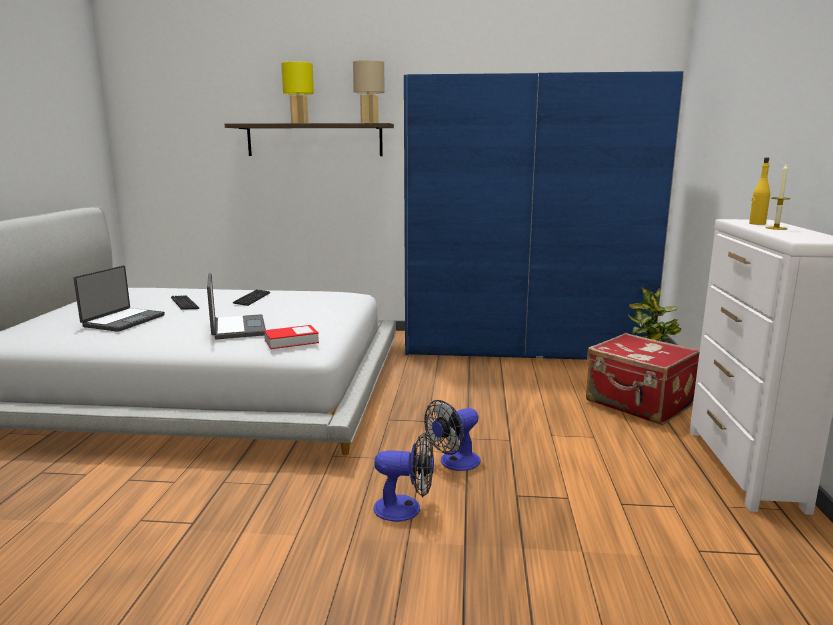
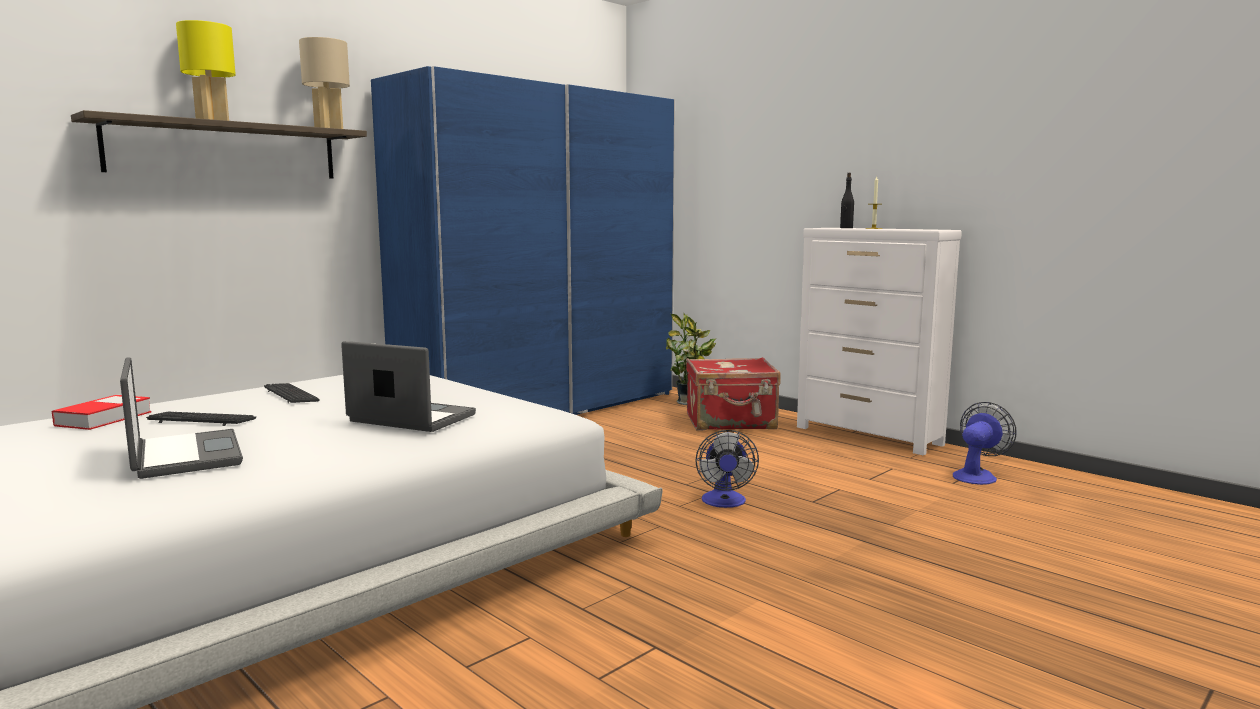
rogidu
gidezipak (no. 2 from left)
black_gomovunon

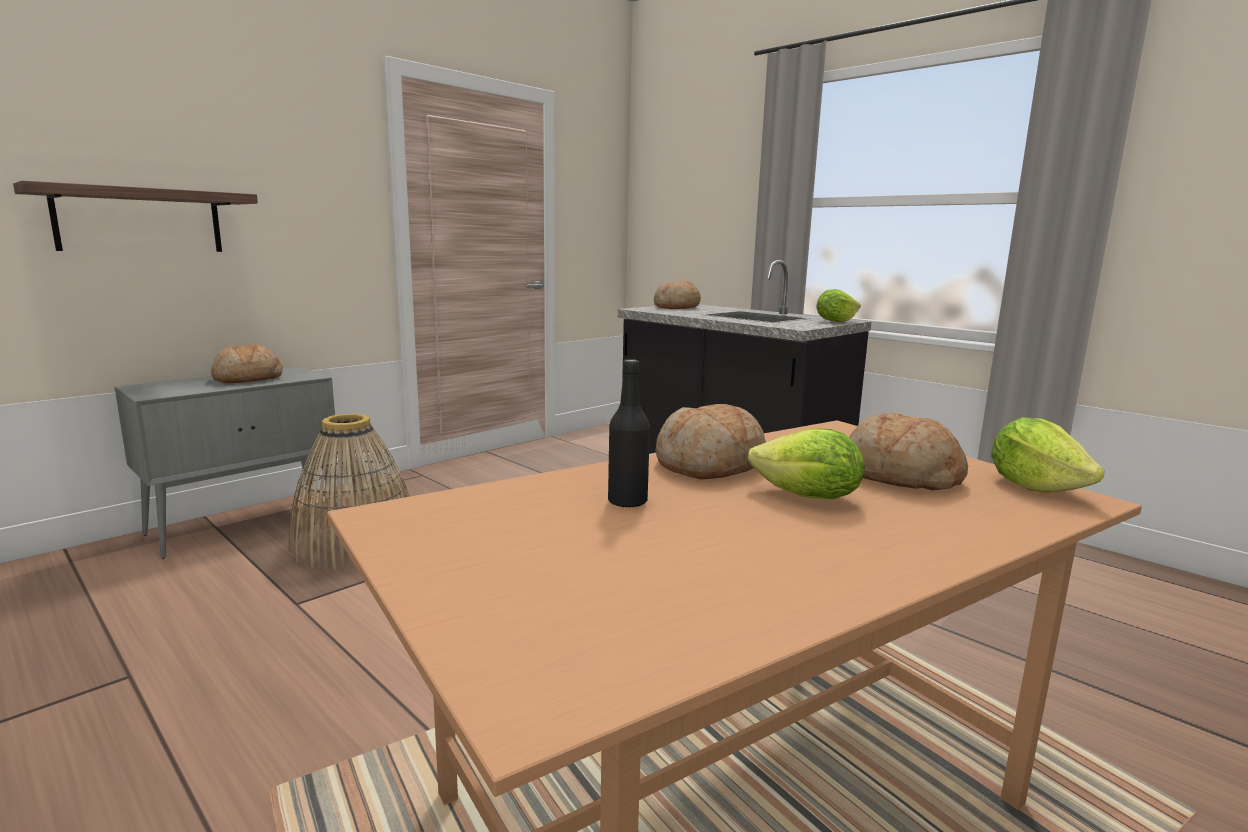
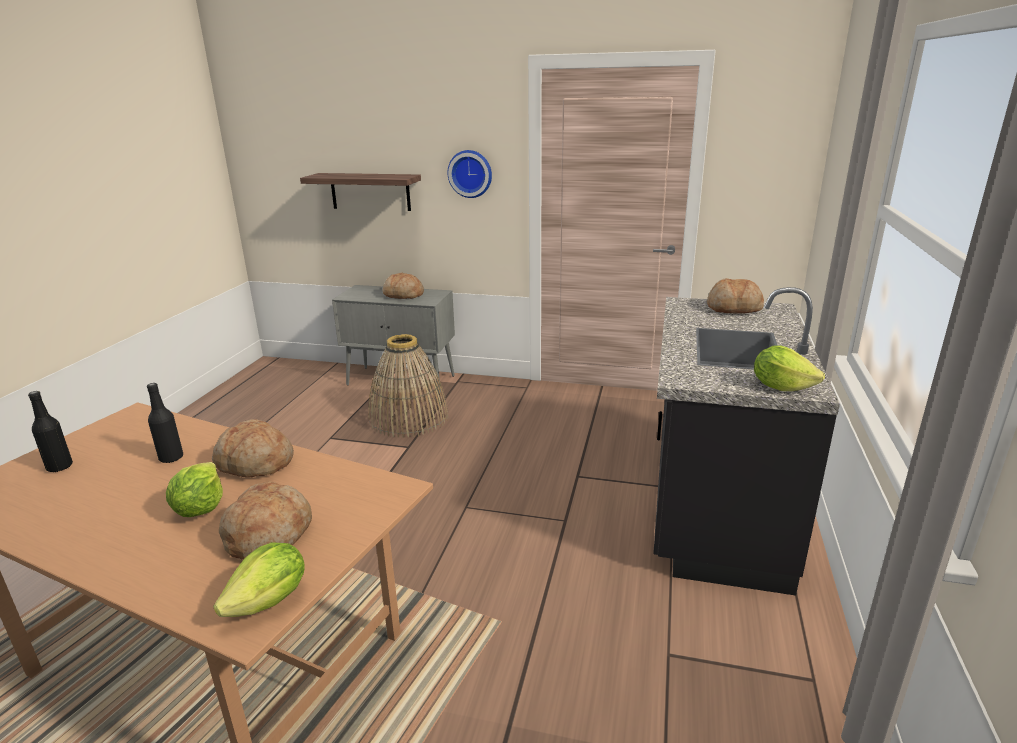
black_gomovunon (no. 1 from left)
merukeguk

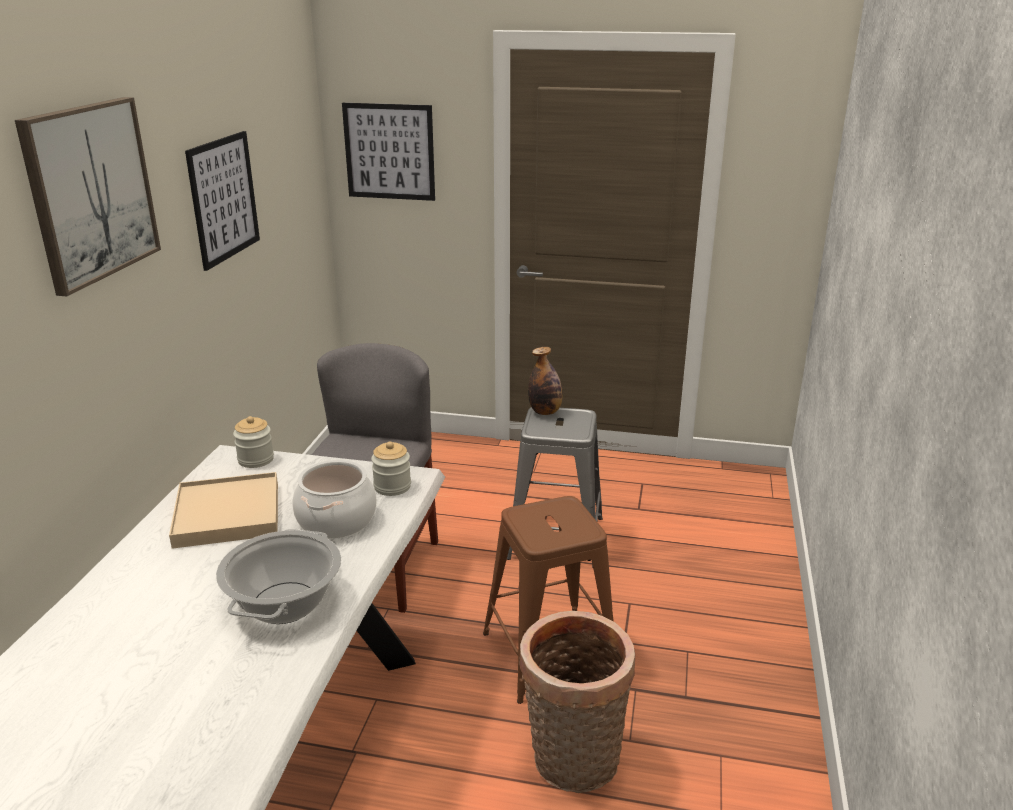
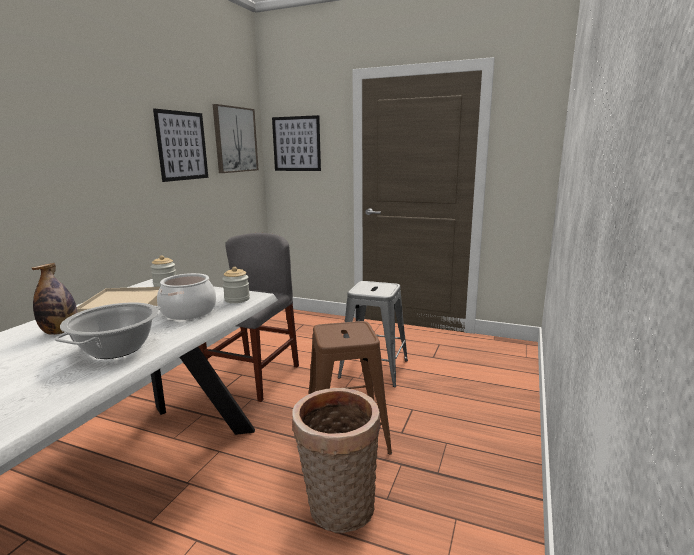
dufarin (no. 2 from left)
gomovunon

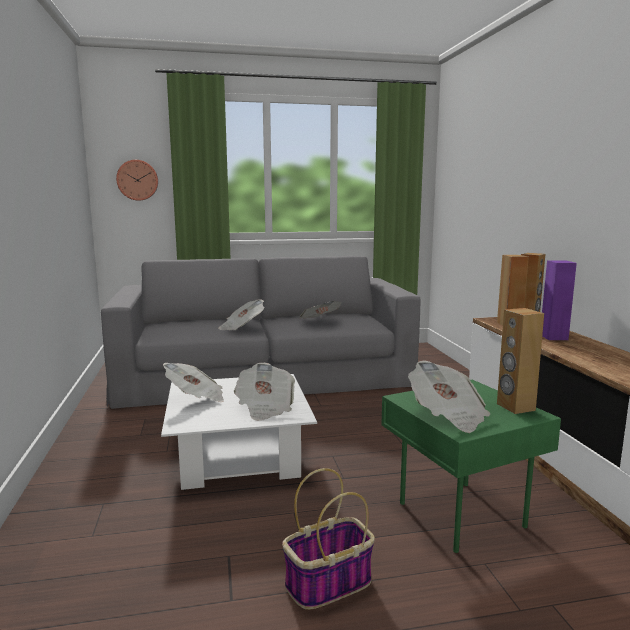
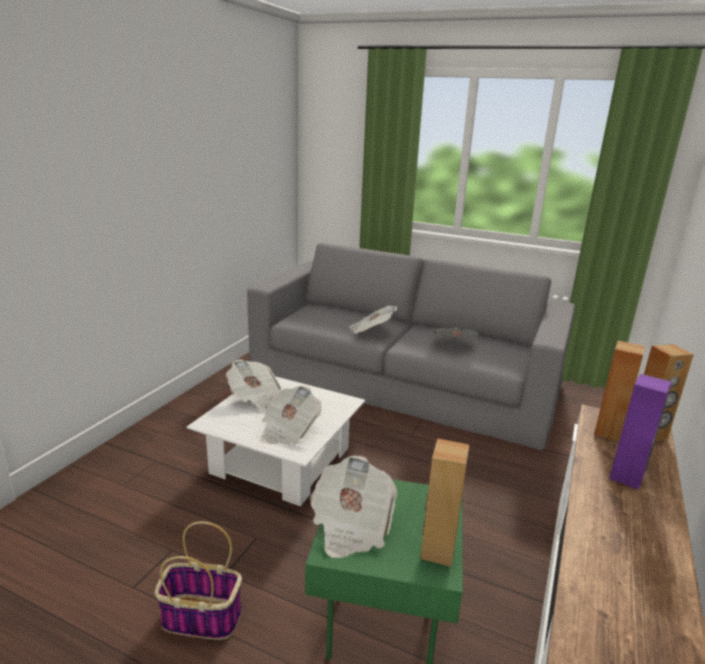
merukeguk

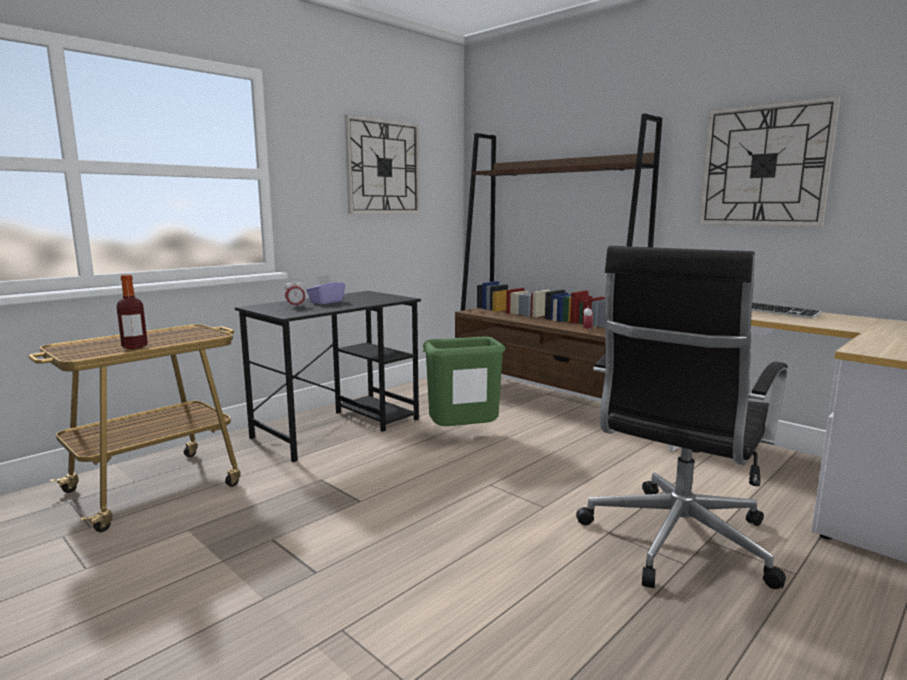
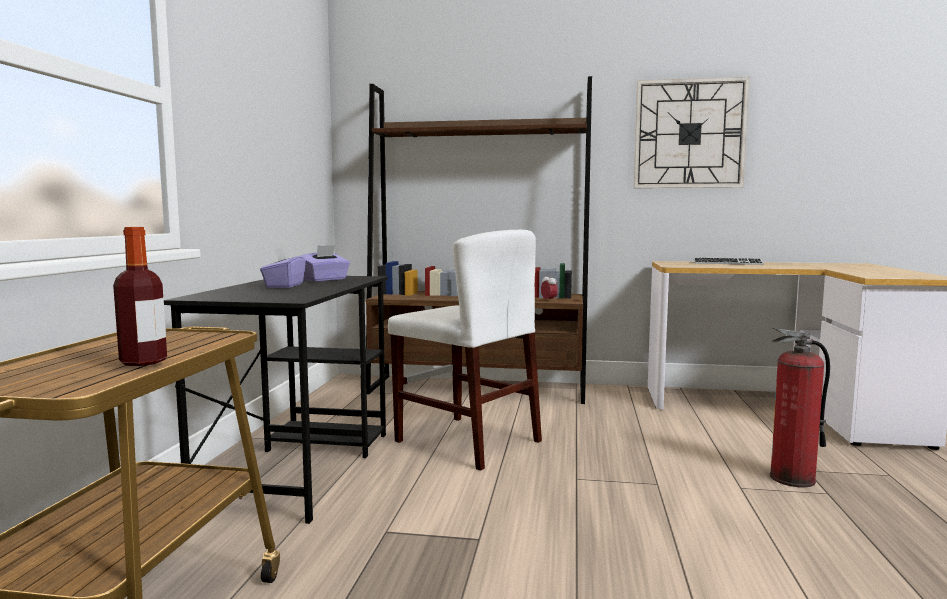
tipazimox (no. 1 from left in the first image)
merukeguk (no. 1 from left in the first image)
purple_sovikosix (no. 2 from left)
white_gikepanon
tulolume

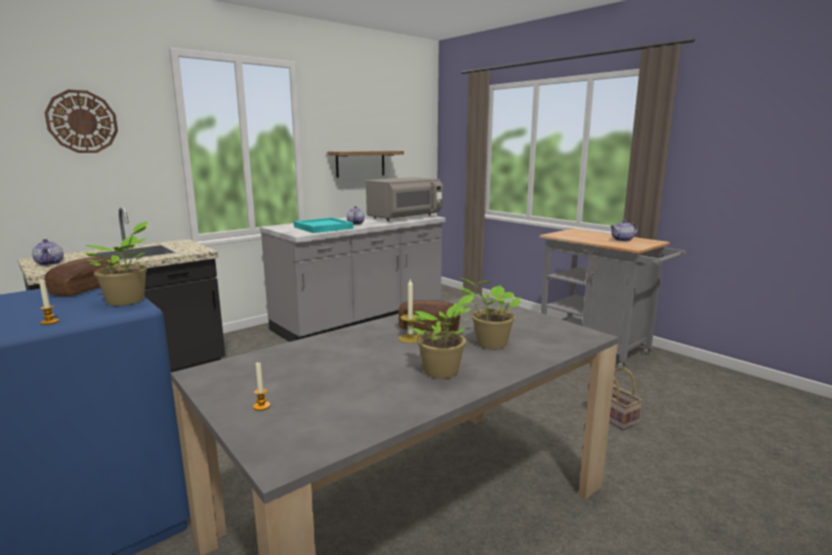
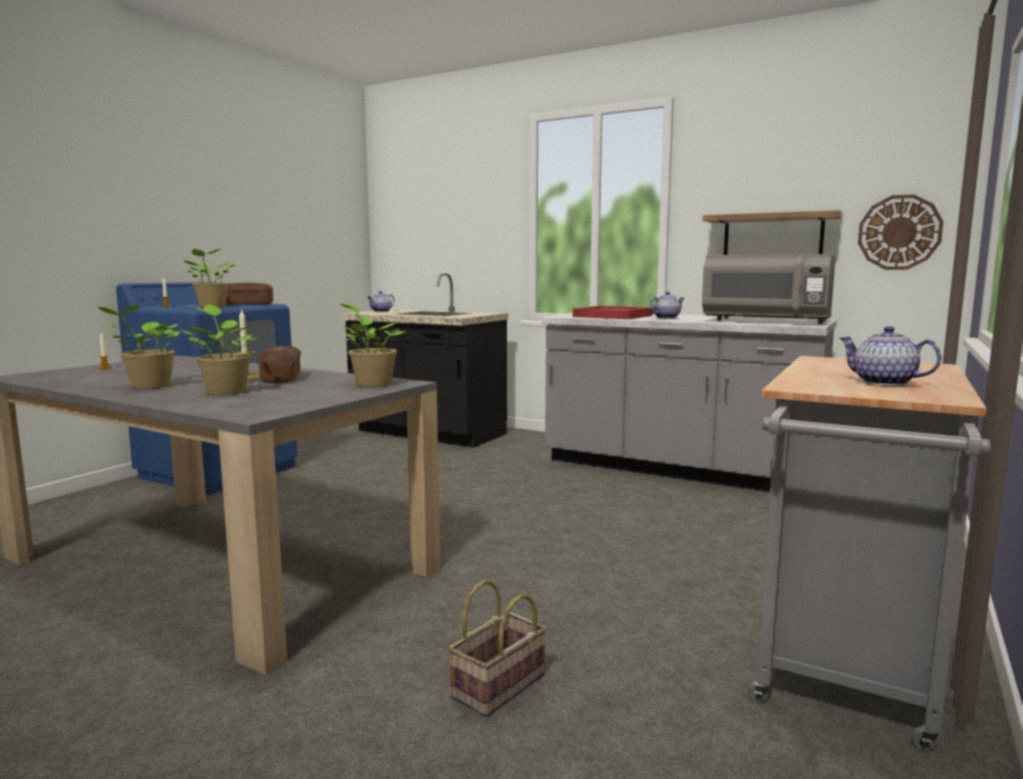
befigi (no. 4 from left)
merukeguk
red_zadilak

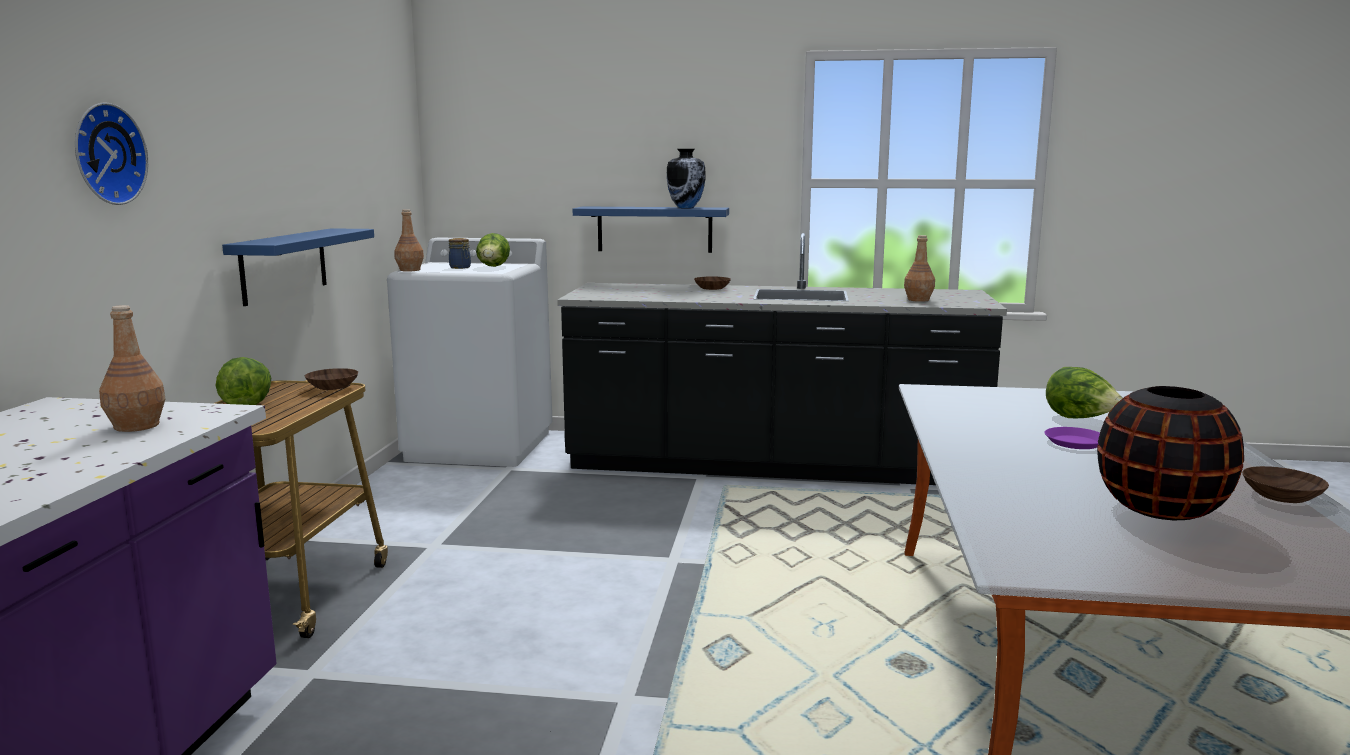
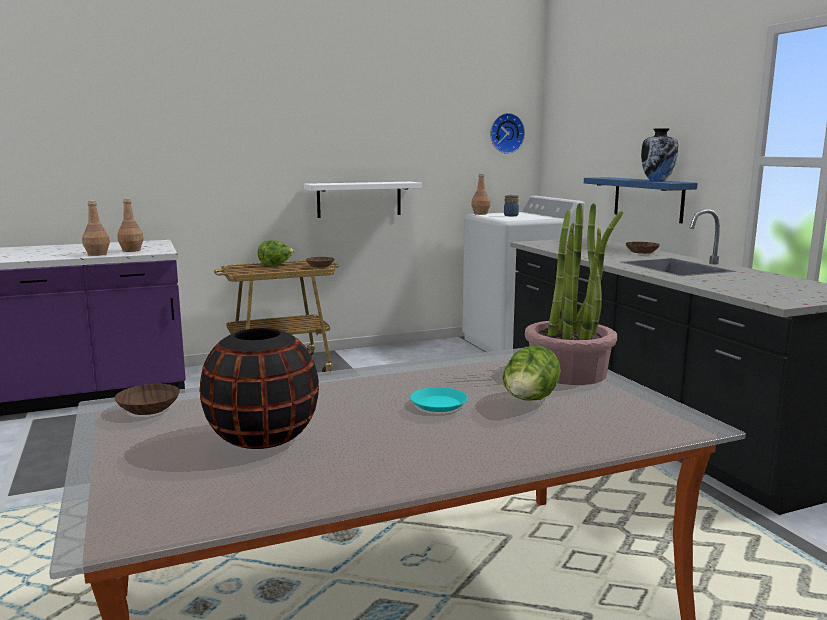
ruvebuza (no. 2 from left in the first image)
befigi
merukeguk
brown_gomovunon (no. 1 from left)
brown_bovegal (no. 1 from left)
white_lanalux
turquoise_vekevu

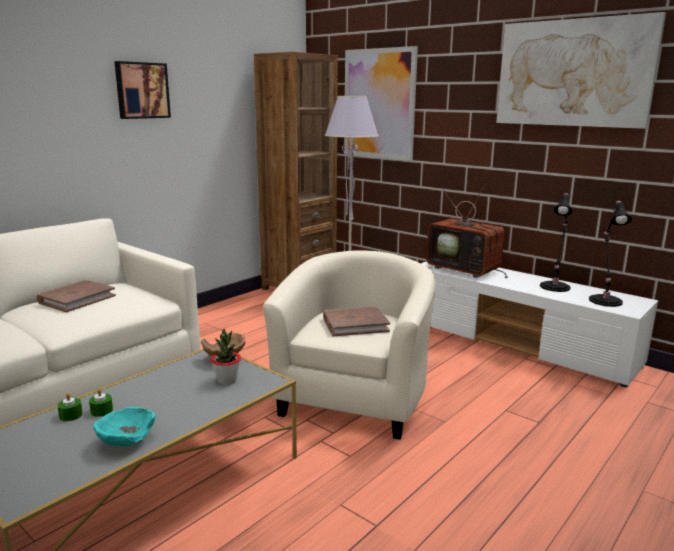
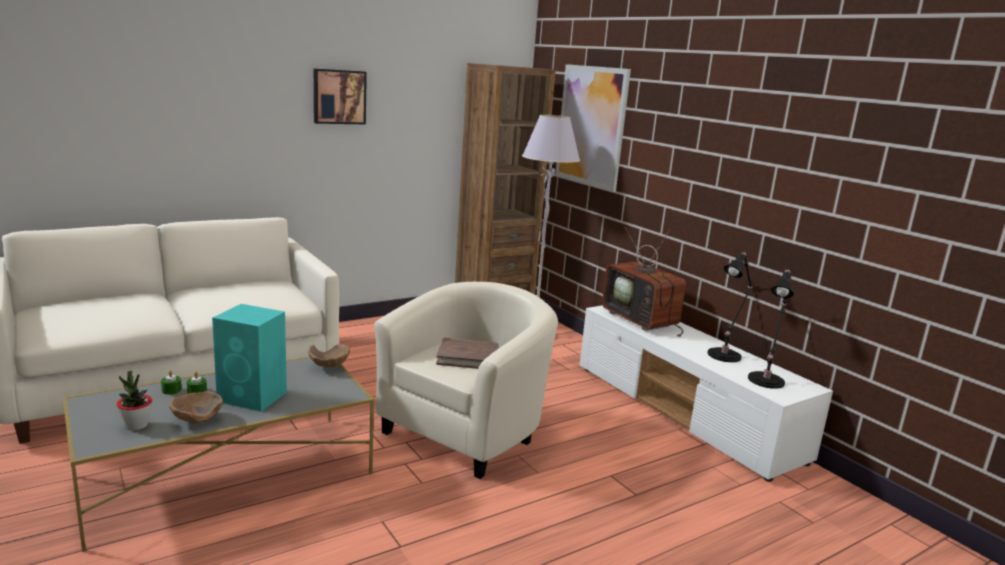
brown_rogidu (no. 1 from left in the first image)
dufarin (no. 3 from left in the first image)
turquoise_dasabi
befigi
brown_bovegal (no. 1 from left)

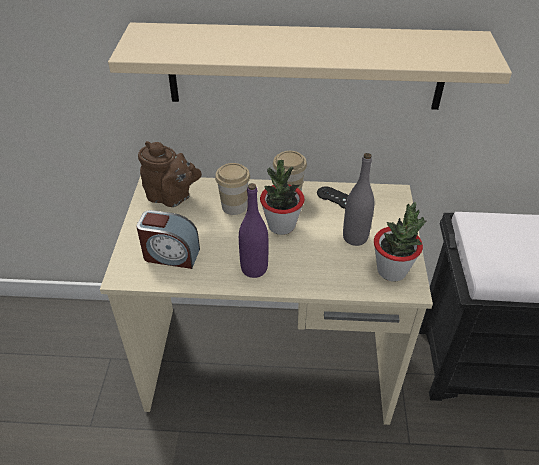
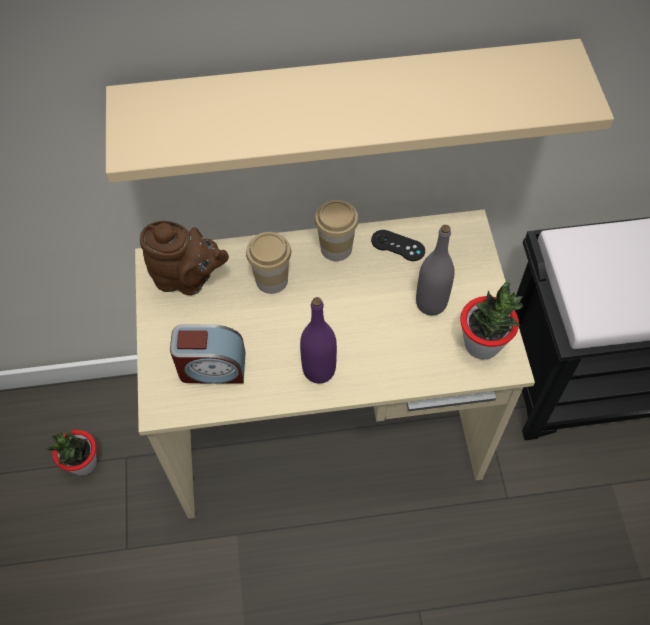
befigi (no. 1 from left)

